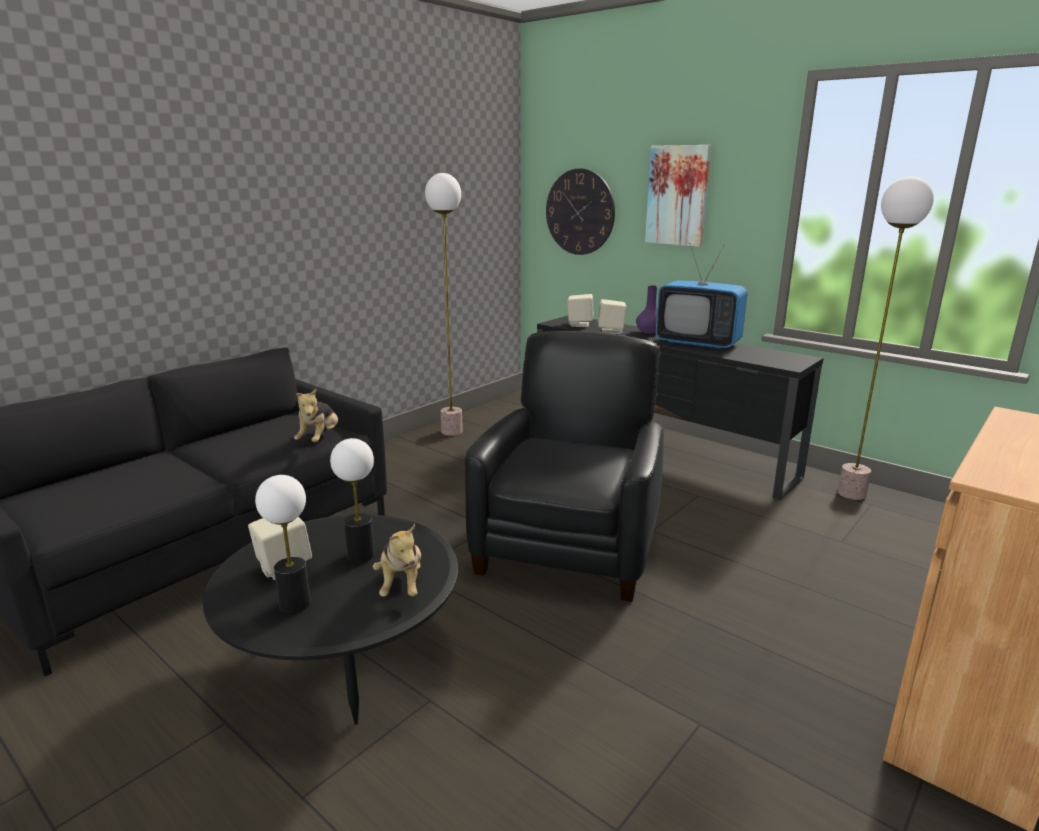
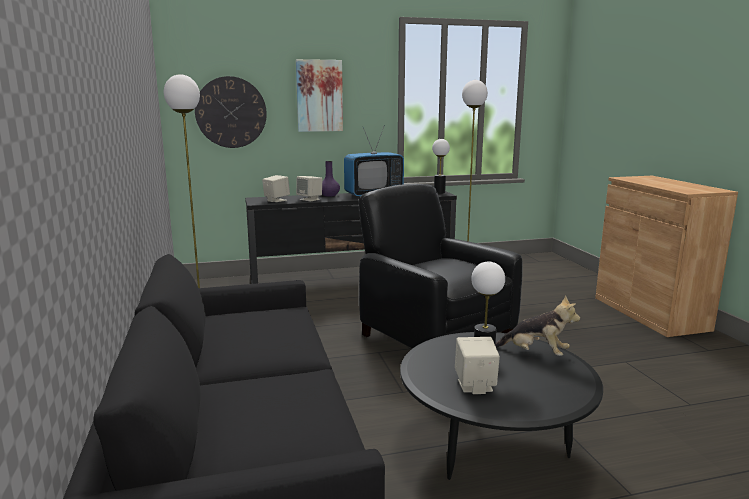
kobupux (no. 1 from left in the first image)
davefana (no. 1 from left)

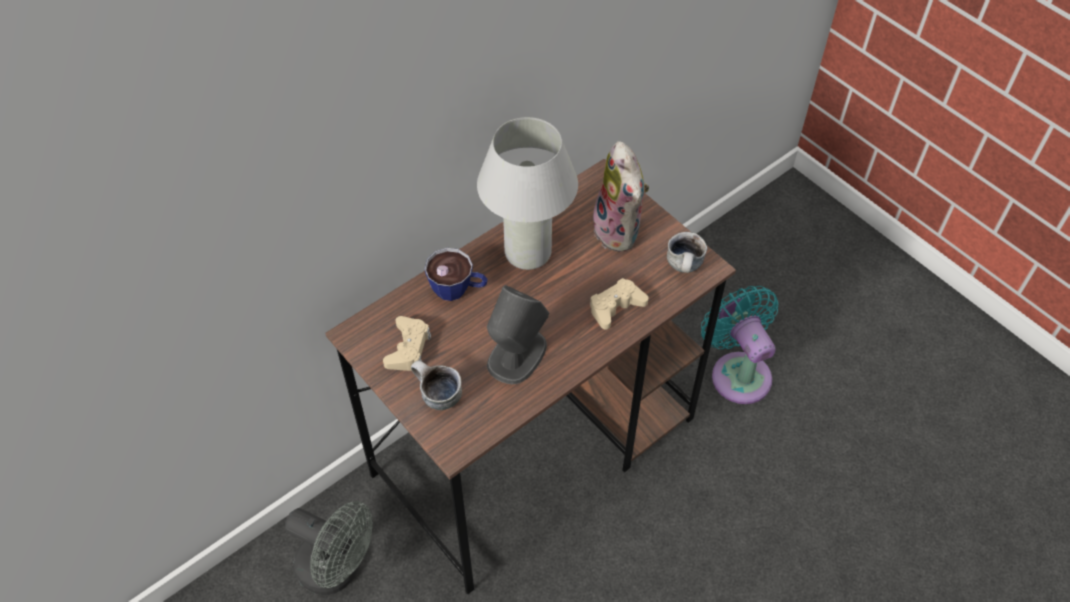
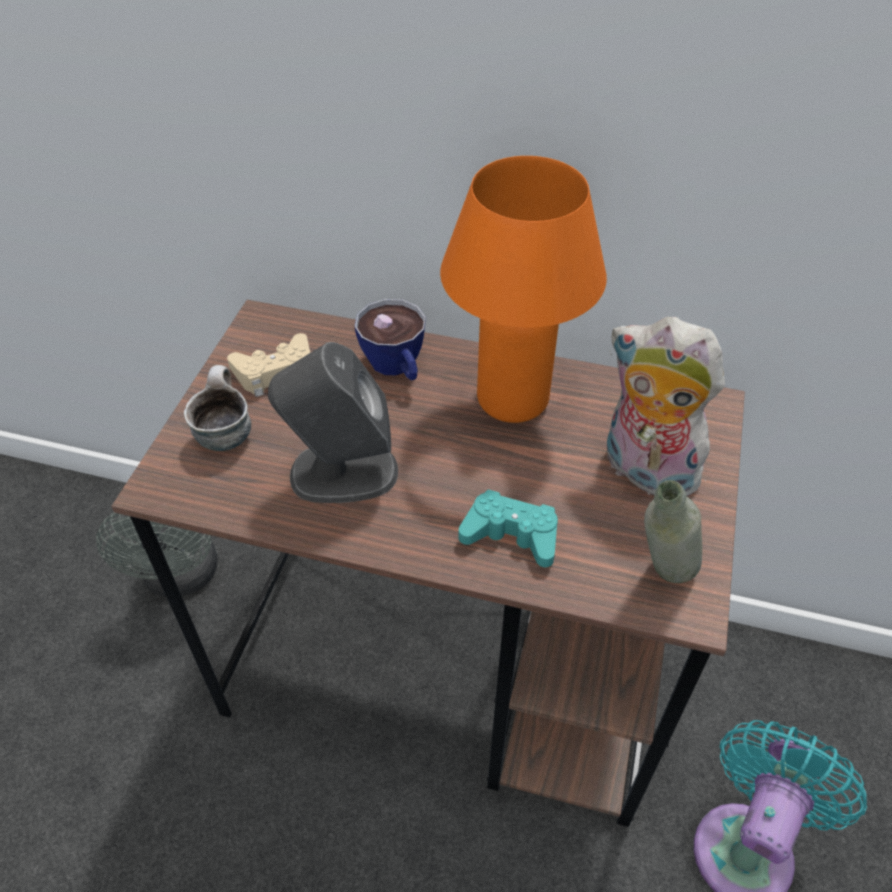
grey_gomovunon
orange_davefana
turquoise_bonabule
kobupux

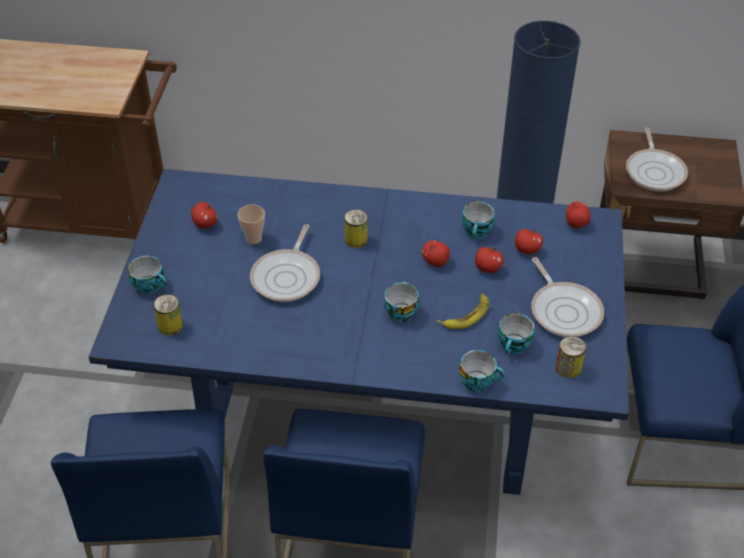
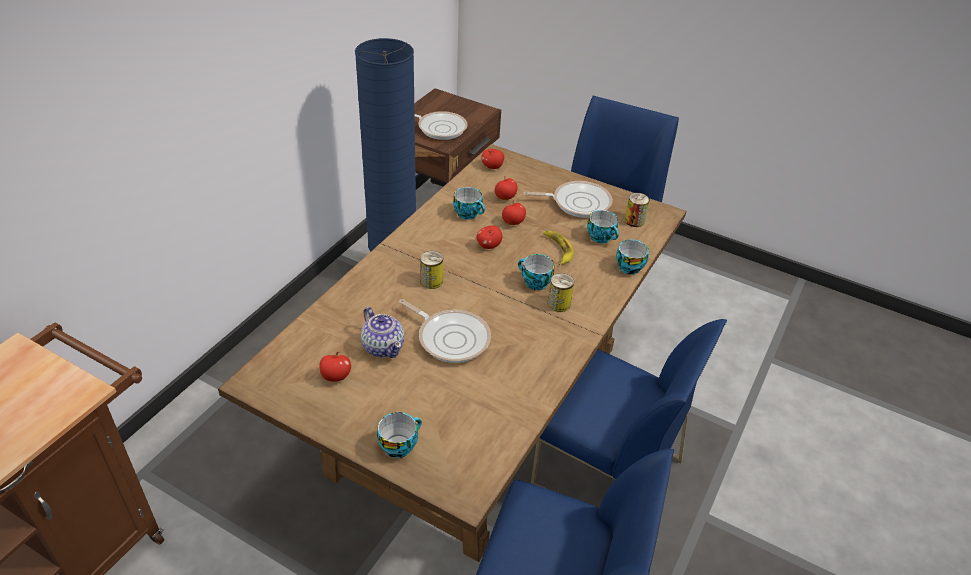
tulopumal (no. 2 from left)
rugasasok
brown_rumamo

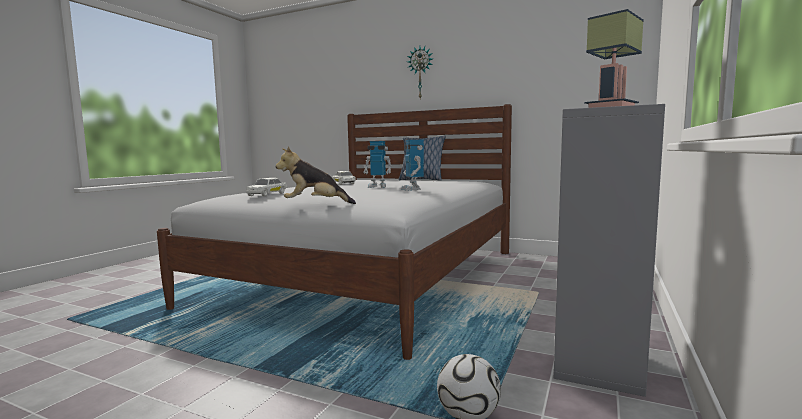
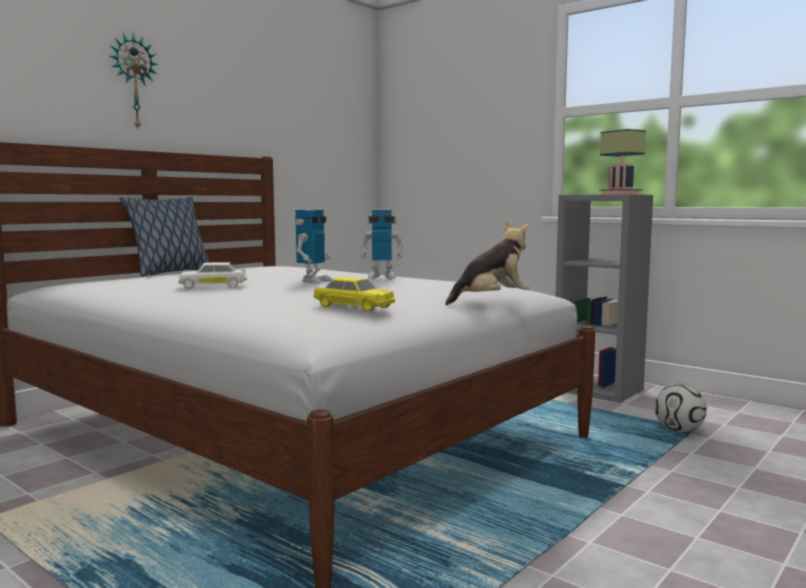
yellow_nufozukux
kobupux

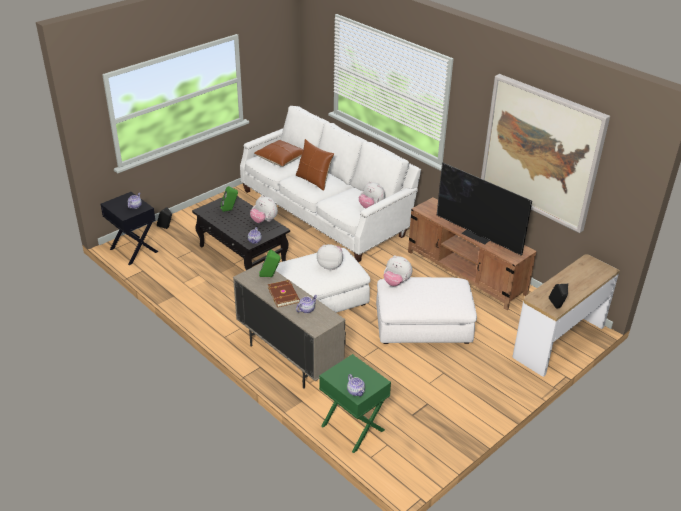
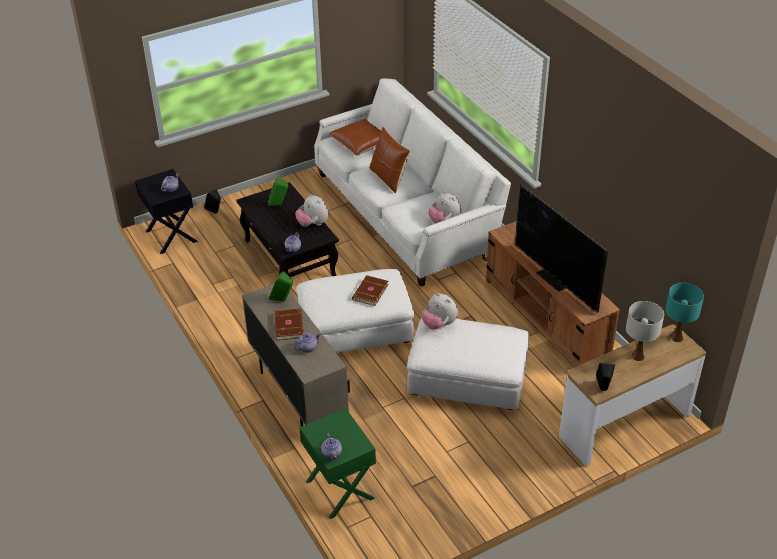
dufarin
white_davefana
turquoise_davefana
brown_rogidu (no. 2 from left)

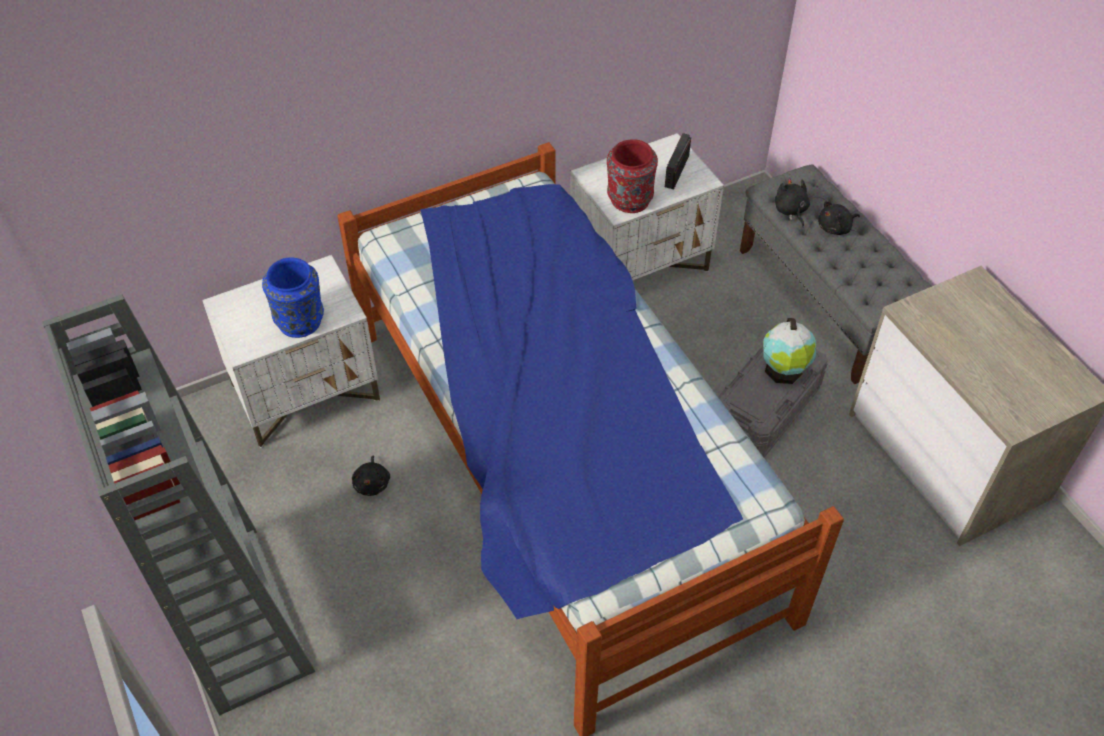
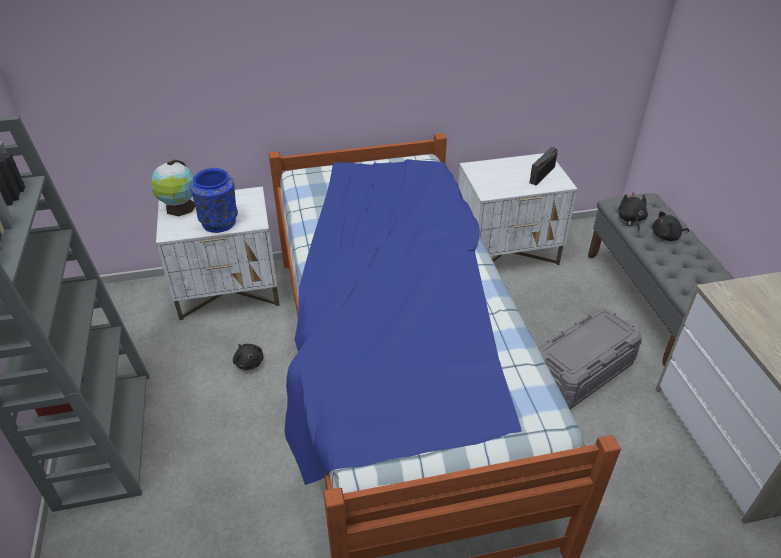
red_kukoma
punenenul
black_kobupux (no. 1 from left)

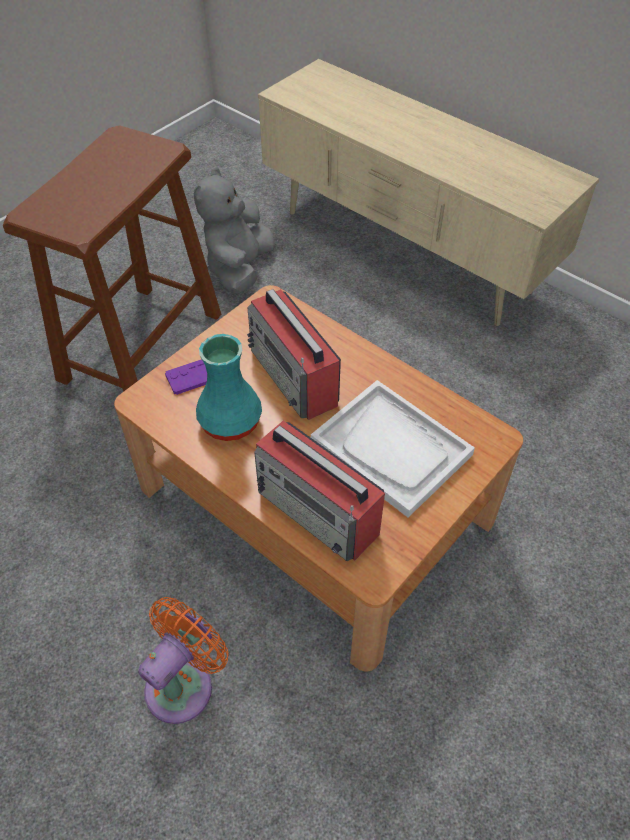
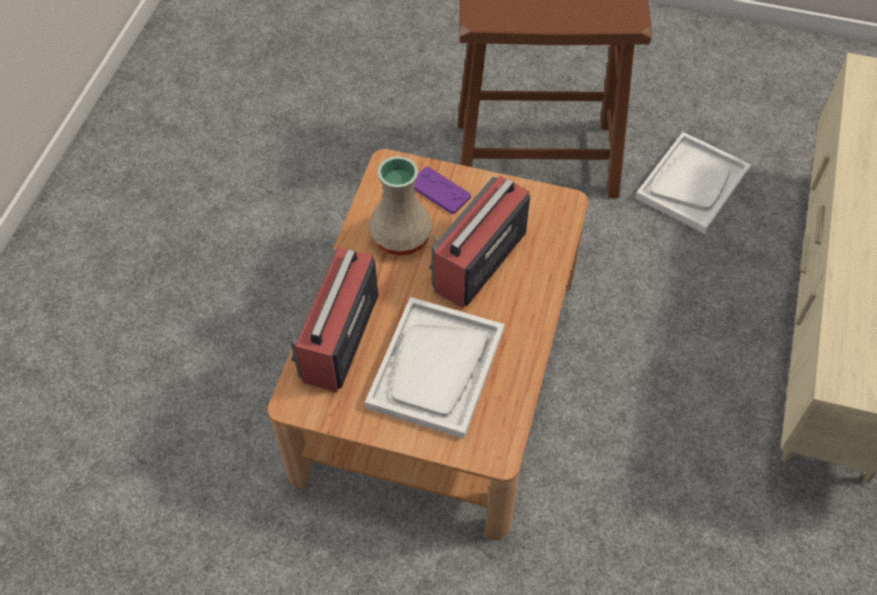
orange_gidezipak
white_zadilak (no. 2 from left)
beige_kukoma

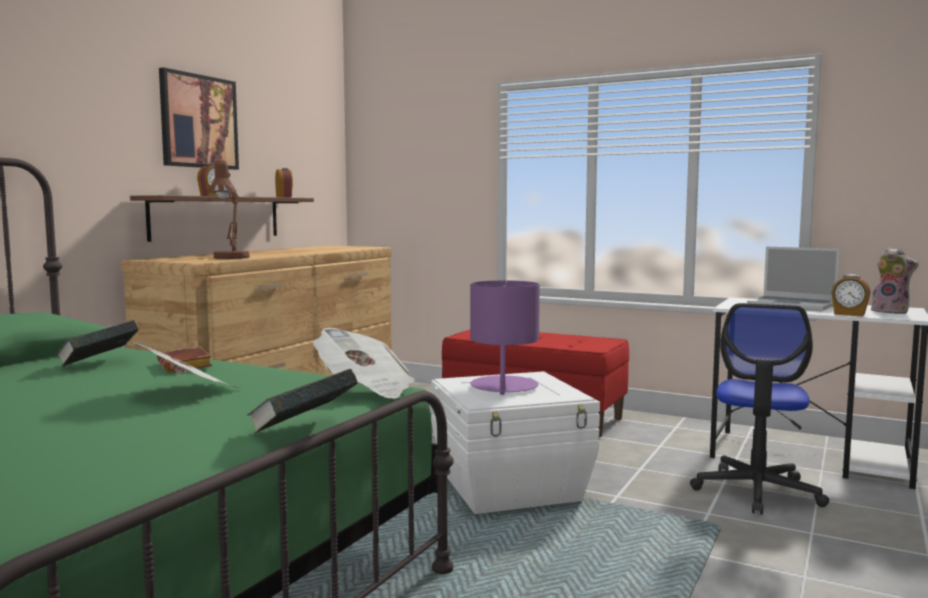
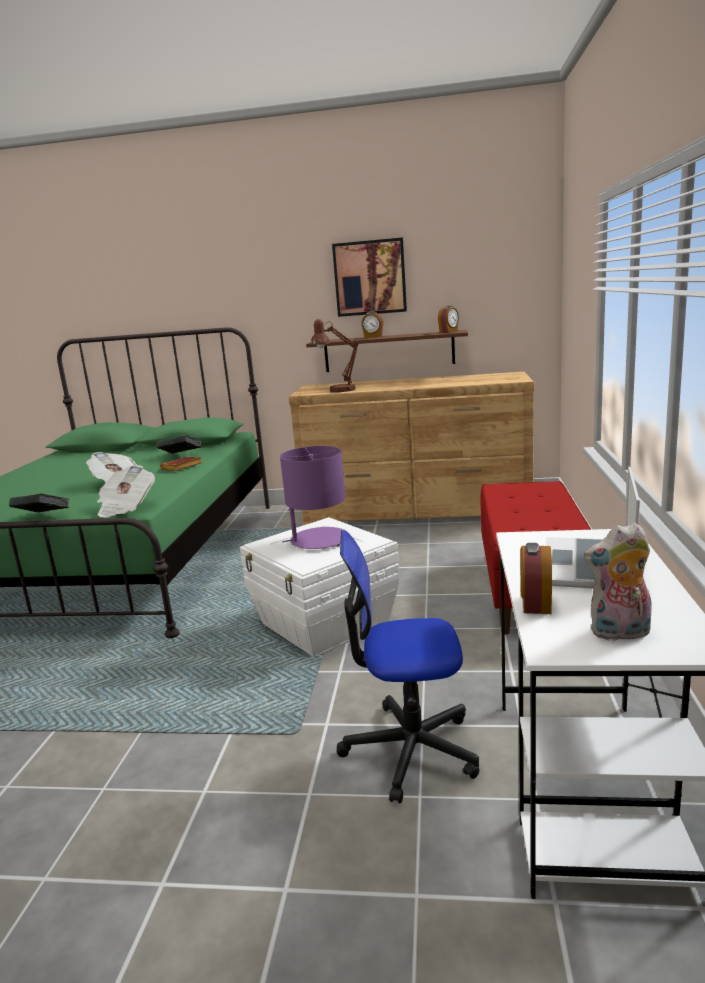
kobupux

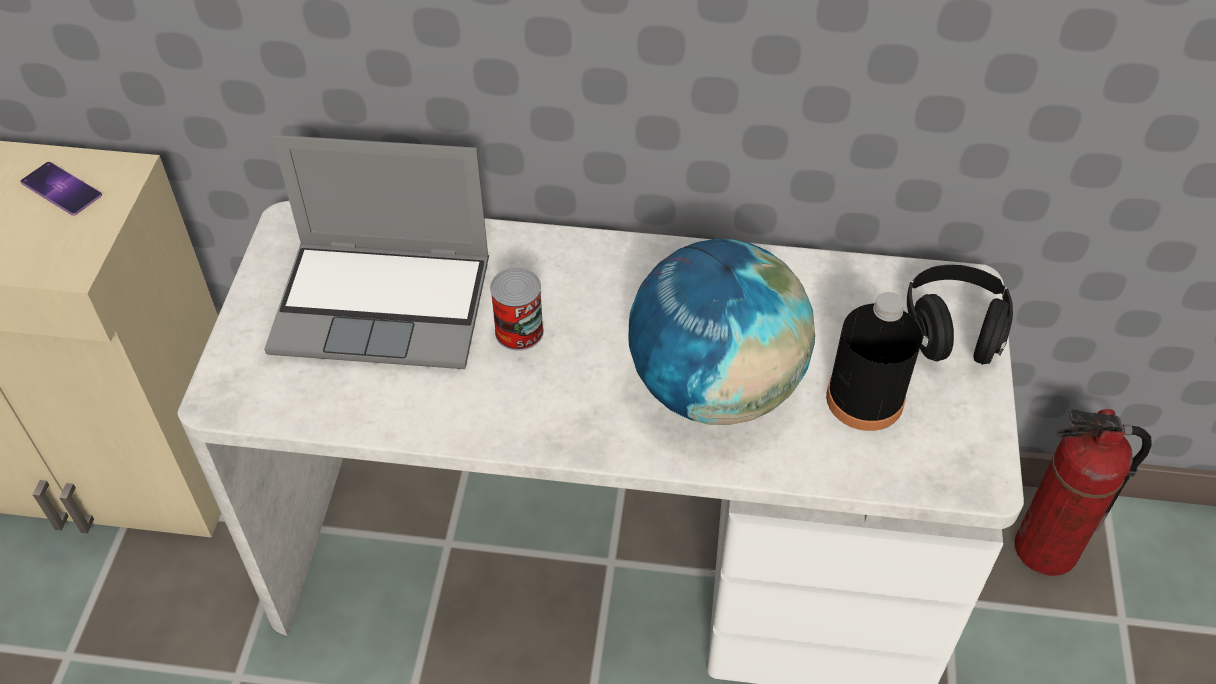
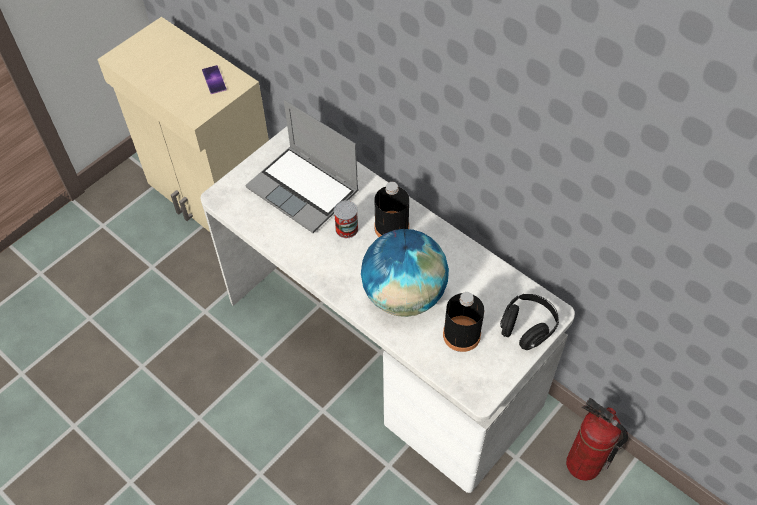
black_gomovunon (no. 1 from left)

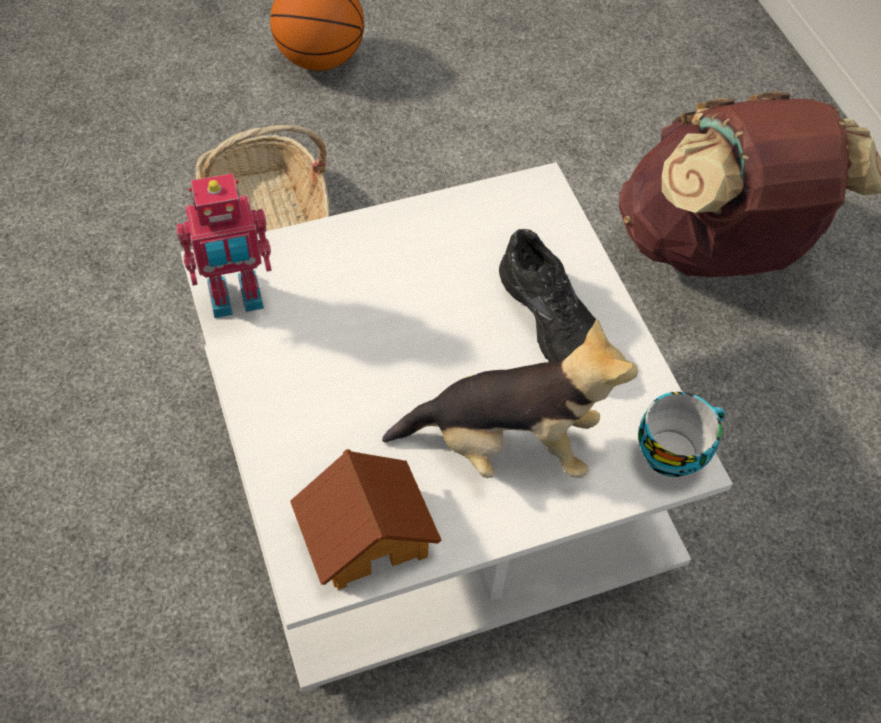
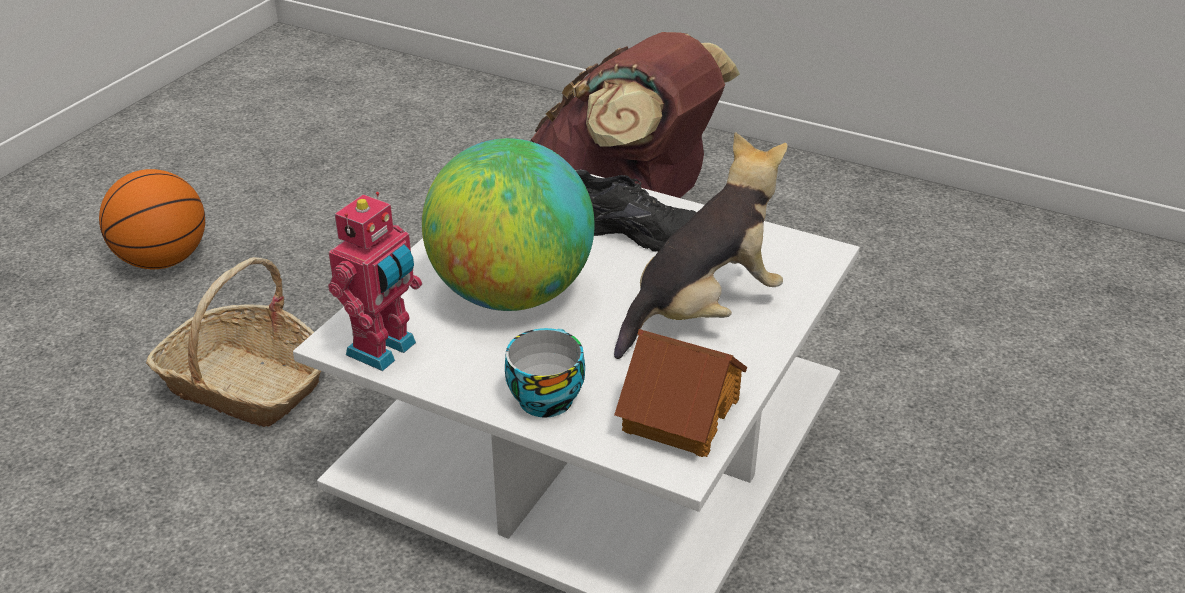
punenenul
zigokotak

